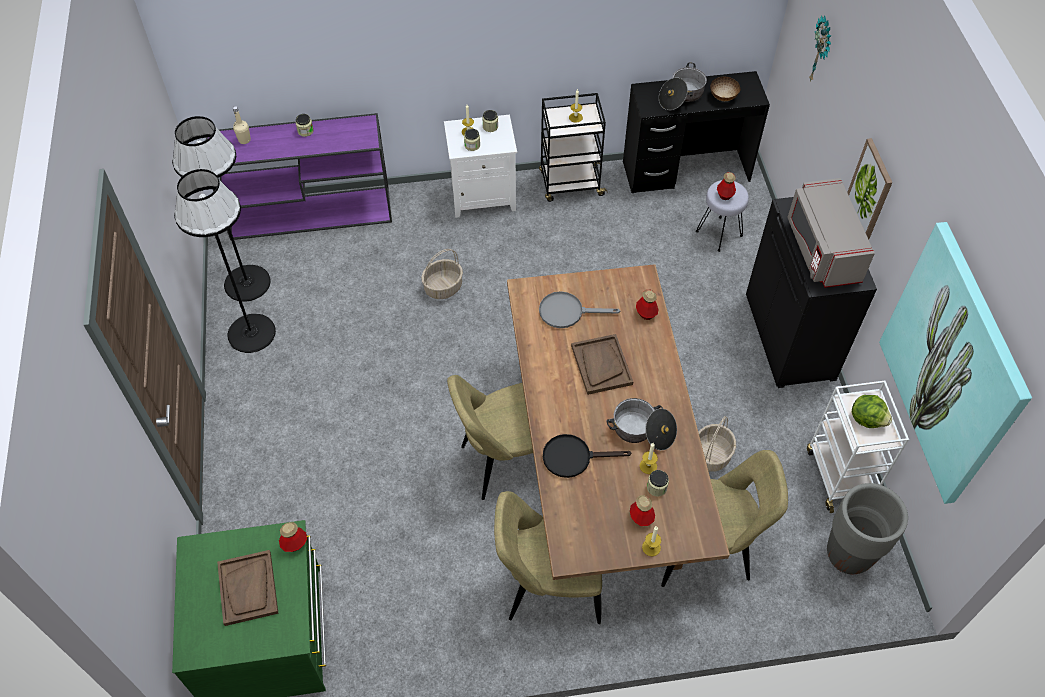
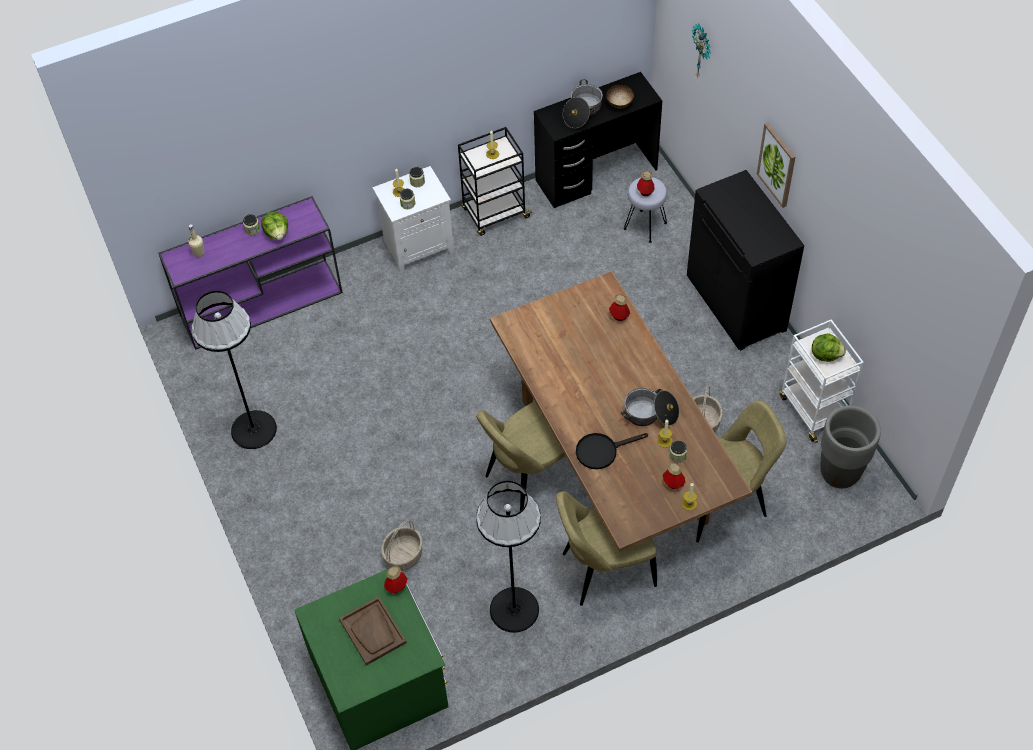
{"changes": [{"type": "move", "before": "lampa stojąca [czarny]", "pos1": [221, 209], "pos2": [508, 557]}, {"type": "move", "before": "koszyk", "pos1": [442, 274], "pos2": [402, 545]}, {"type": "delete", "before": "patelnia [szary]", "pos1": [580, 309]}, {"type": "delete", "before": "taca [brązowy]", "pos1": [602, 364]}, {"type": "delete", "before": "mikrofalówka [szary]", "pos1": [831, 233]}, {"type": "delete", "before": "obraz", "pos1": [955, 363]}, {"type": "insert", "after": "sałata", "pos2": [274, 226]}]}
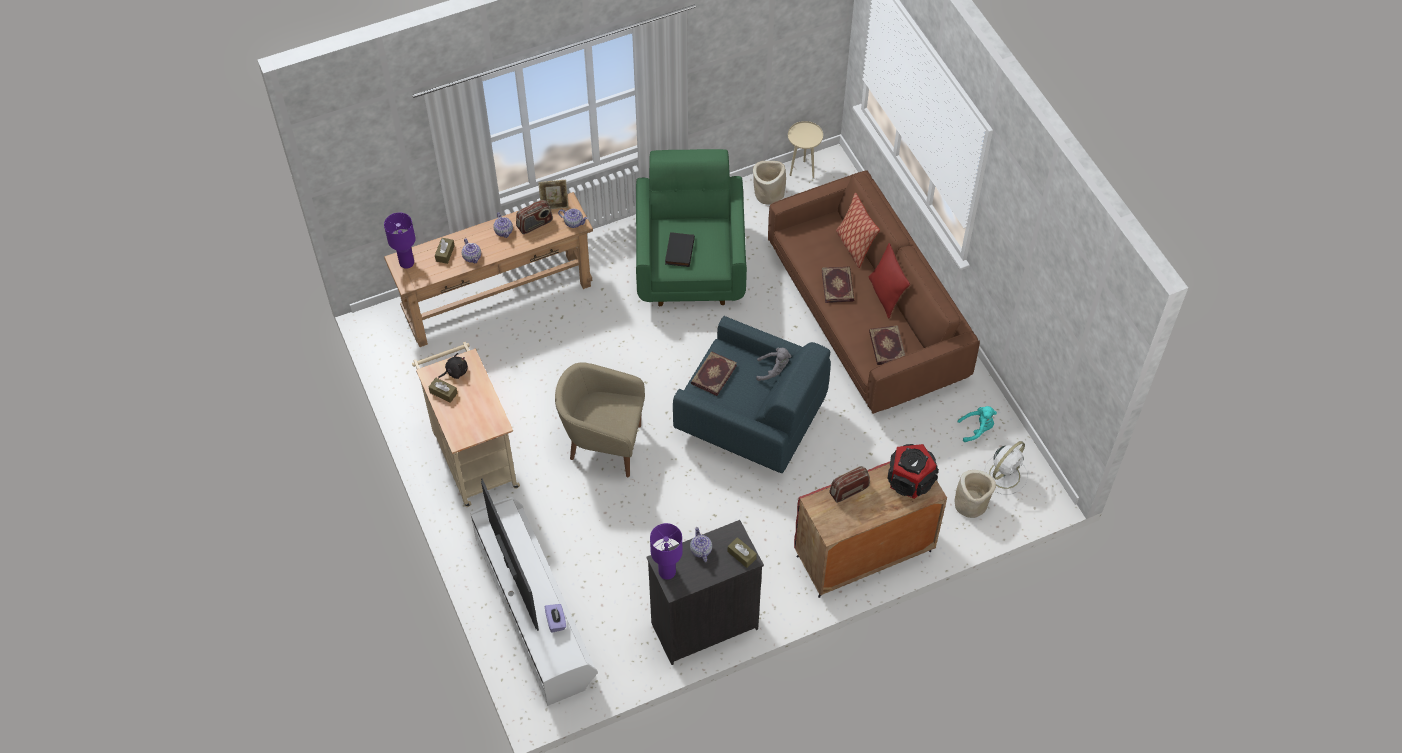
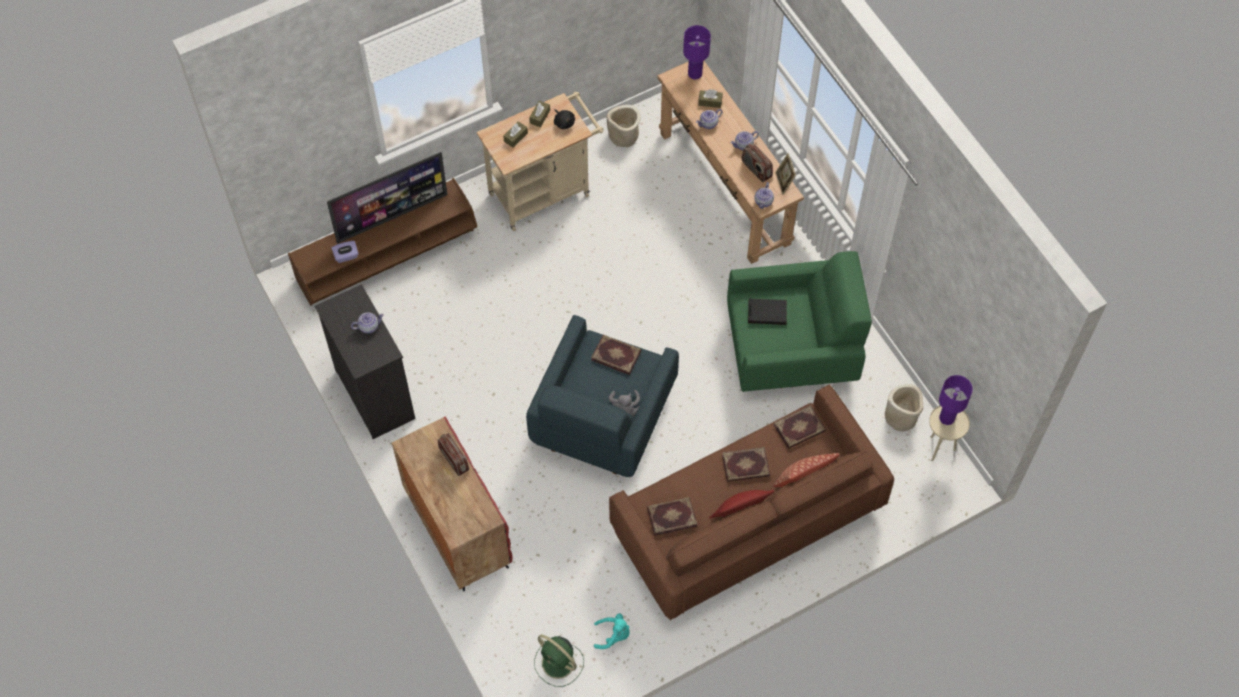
{"changes": [{"type": "recolor", "before": "szafka pod telewizor [biały]", "after": "szafka pod telewizor [brązowy]", "pos1": [534, 601], "pos2": [382, 242]}, {"type": "delete", "before": "fotel [beżowy]", "pos1": [600, 419]}, {"type": "move", "before": "lampa stołowa [fioletowy]", "pos1": [666, 551], "pos2": [956, 400]}, {"type": "move", "before": "pudełko chusteczek [brązowy]", "pos1": [742, 552], "pos2": [515, 134]}, {"type": "delete", "before": "głośnik", "pos1": [913, 471]}, {"type": "move", "before": "donica [beżowy]", "pos1": [975, 494], "pos2": [623, 126]}, {"type": "rotate", "before": "pluszak [turkusowy]", "pos1": [977, 424], "pos2": [612, 631], "turn": -75}, {"type": "recolor", "before": "wentylator [biały]", "after": "wentylator [zielony]", "pos1": [1006, 468], "pos2": [559, 660]}, {"type": "insert", "after": "książka", "pos2": [800, 427]}]}
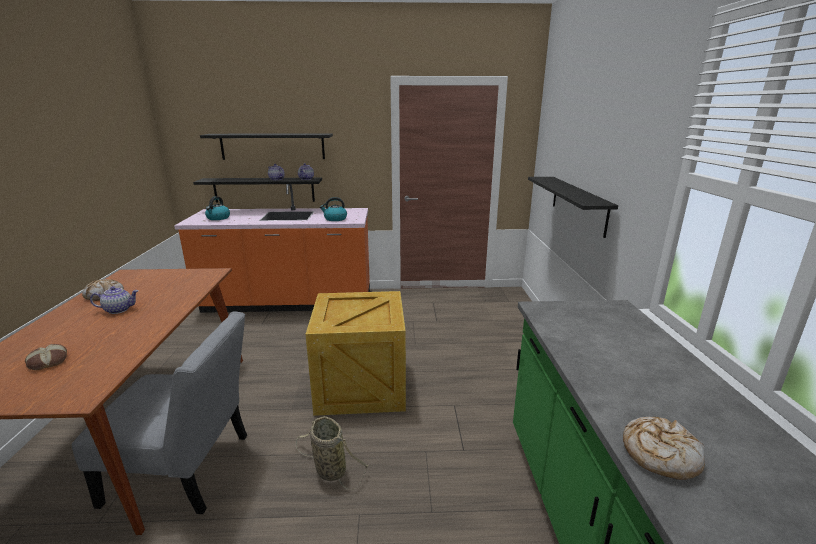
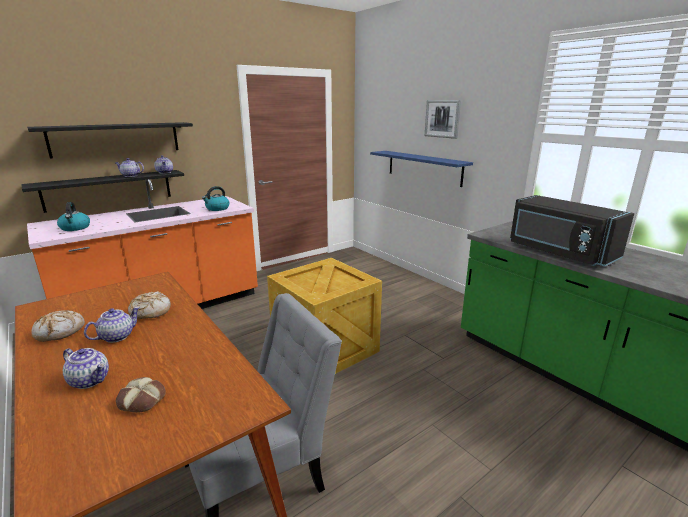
{"changes": [{"type": "delete", "before": "koszyk", "pos1": [332, 453]}, {"type": "recolor", "before": "półka [czarny]", "after": "półka [niebieski]", "pos1": [573, 207], "pos2": [421, 169]}, {"type": "move", "before": "chleb", "pos1": [664, 448], "pos2": [149, 305]}, {"type": "insert", "after": "imbryk", "pos2": [86, 368]}, {"type": "insert", "after": "obraz", "pos2": [443, 119]}, {"type": "insert", "after": "mikrofalówka [czarny]", "pos2": [572, 230]}]}
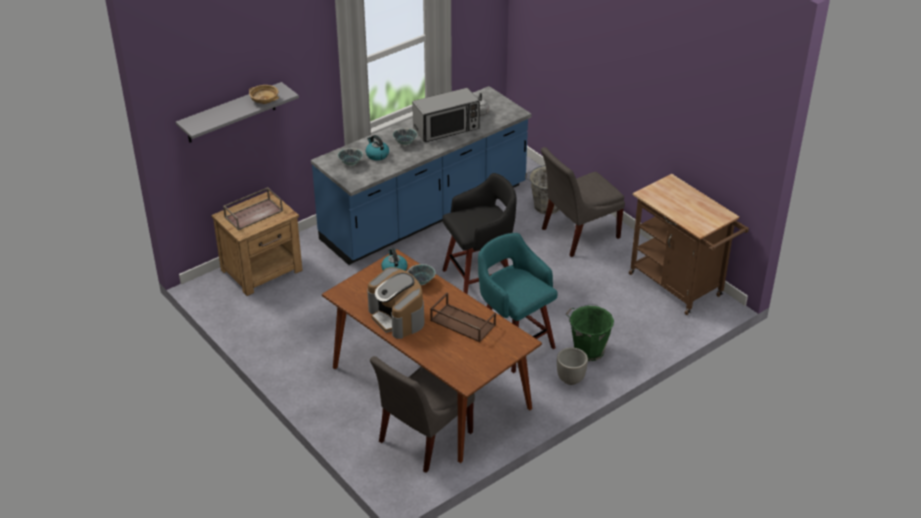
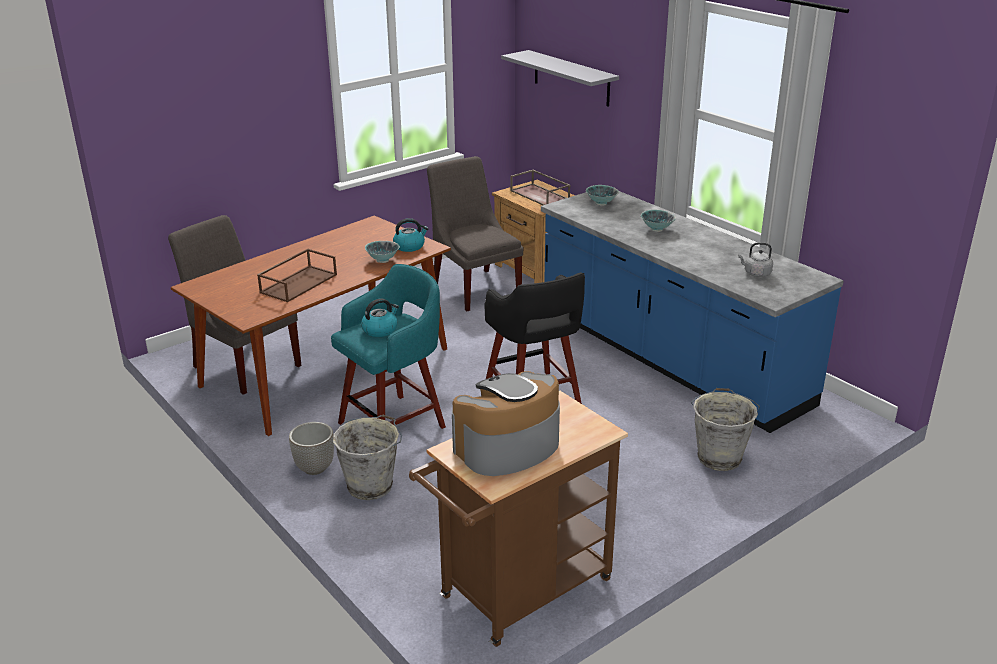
{"changes": [{"type": "delete", "before": "miska [beżowy]", "pos1": [264, 94]}, {"type": "move", "before": "czajnik", "pos1": [377, 148], "pos2": [380, 317]}, {"type": "move", "before": "ekspres do kawy", "pos1": [396, 303], "pos2": [506, 423]}, {"type": "delete", "before": "mikrofalówka", "pos1": [446, 115]}, {"type": "move", "before": "krzesło [szary]", "pos1": [583, 202], "pos2": [475, 233]}, {"type": "recolor", "before": "wiadro [zielony]", "after": "wiadro [szary]", "pos1": [590, 332], "pos2": [367, 457]}]}
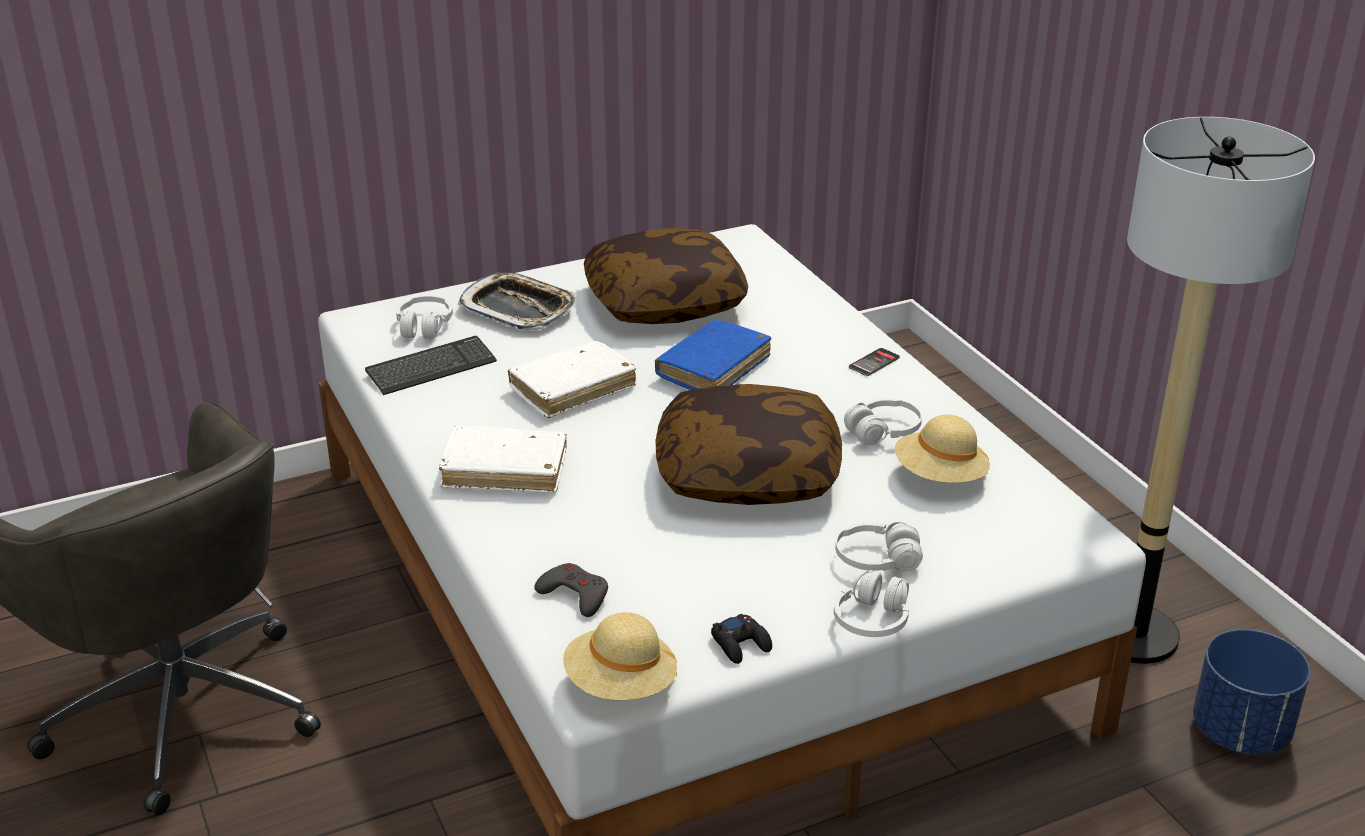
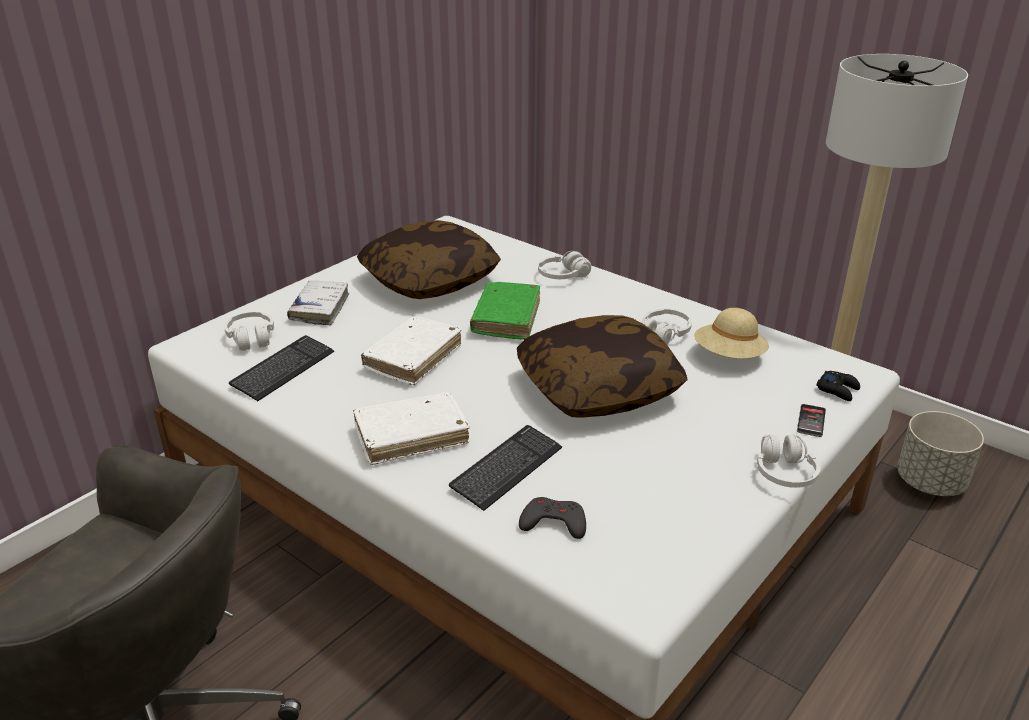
{"changes": [{"type": "replace", "before": "taca", "after": "książka [biały]", "pos1": [516, 301], "pos2": [318, 303]}, {"type": "delete", "before": "kapelusz [beżowy]", "pos1": [620, 656]}, {"type": "recolor", "before": "książka [niebieski]", "after": "książka [zielony]", "pos1": [713, 355], "pos2": [505, 311]}, {"type": "move", "before": "pad do gier [czarny]", "pos1": [741, 639], "pos2": [838, 386]}, {"type": "move", "before": "słuchawki [biały]", "pos1": [879, 547], "pos2": [564, 265]}, {"type": "move", "before": "telefon", "pos1": [874, 362], "pos2": [811, 420]}, {"type": "recolor", "before": "donica [niebieski]", "after": "donica [szary]", "pos1": [1251, 692], "pos2": [940, 453]}, {"type": "insert", "after": "klawiatura", "pos2": [505, 468]}]}
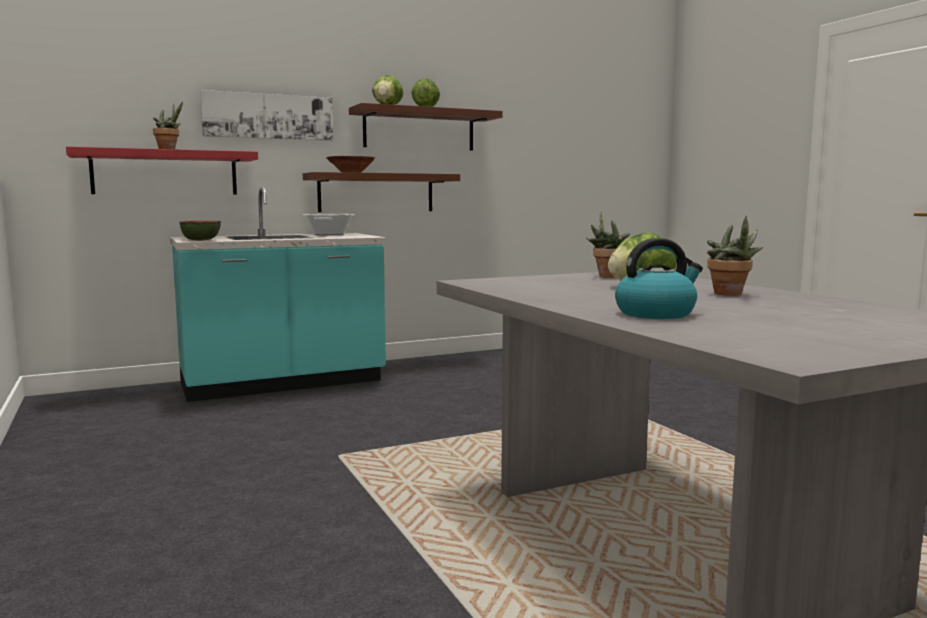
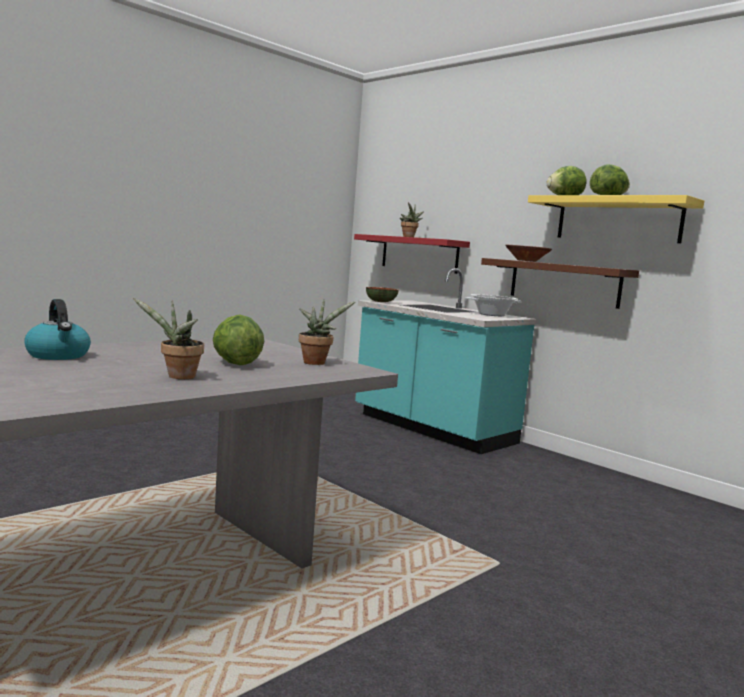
{"changes": [{"type": "delete", "before": "obraz", "pos1": [266, 115]}, {"type": "recolor", "before": "półka [brązowy]", "after": "półka [żółty]", "pos1": [426, 127], "pos2": [616, 219]}]}
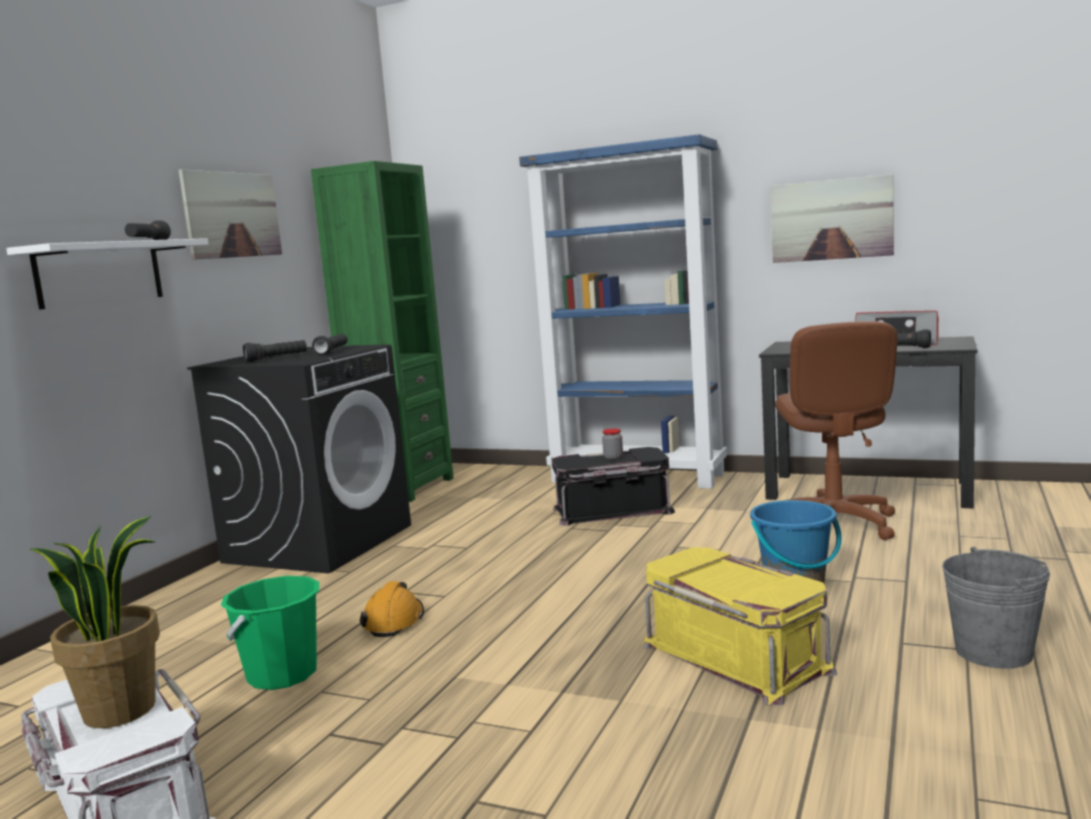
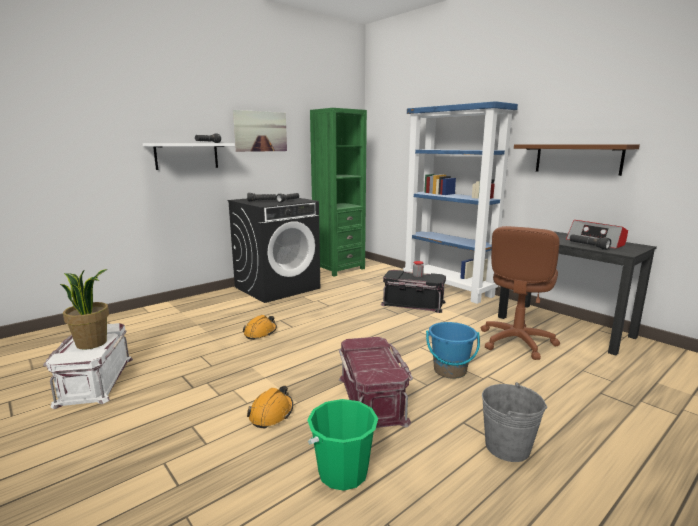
{"changes": [{"type": "move", "before": "wiadro [zielony]", "pos1": [270, 633], "pos2": [342, 445]}, {"type": "recolor", "before": "pojemnik do przechowywania [żółty]", "after": "pojemnik do przechowywania [czerwony]", "pos1": [740, 626], "pos2": [376, 382]}, {"type": "replace", "before": "obraz", "after": "półka [brązowy]", "pos1": [832, 218], "pos2": [577, 160]}, {"type": "insert", "after": "kask [pomarańczowy]", "pos2": [270, 407]}]}
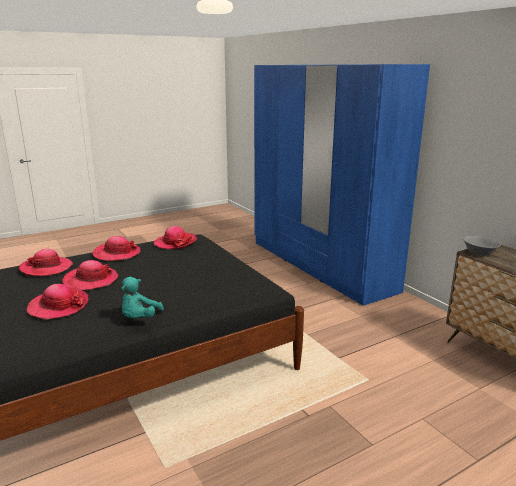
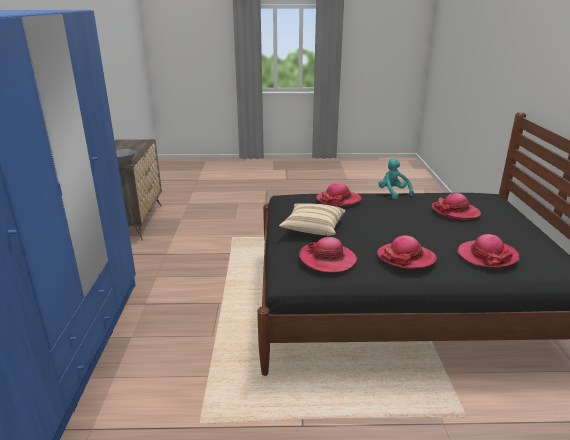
{"changes": [{"type": "move", "before": "kapelusz", "pos1": [90, 275], "pos2": [339, 194]}, {"type": "rotate", "before": "pluszak [turkusowy]", "pos1": [142, 297], "pos2": [396, 178], "turn": -75}, {"type": "insert", "after": "poduszka [beżowy]", "pos2": [312, 220]}]}
